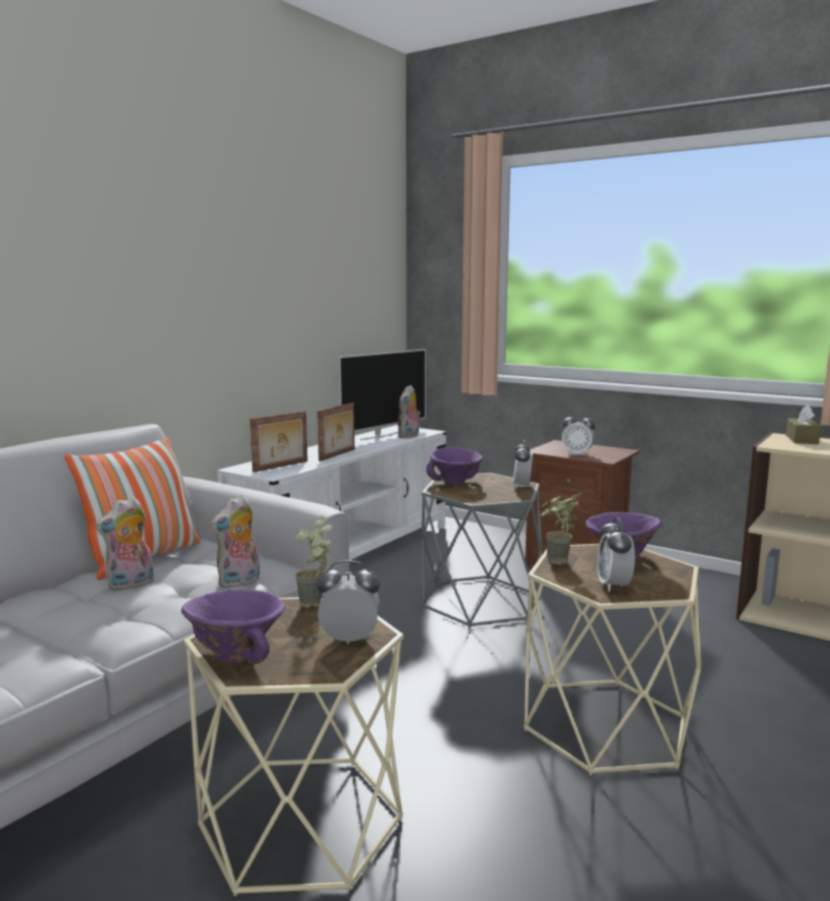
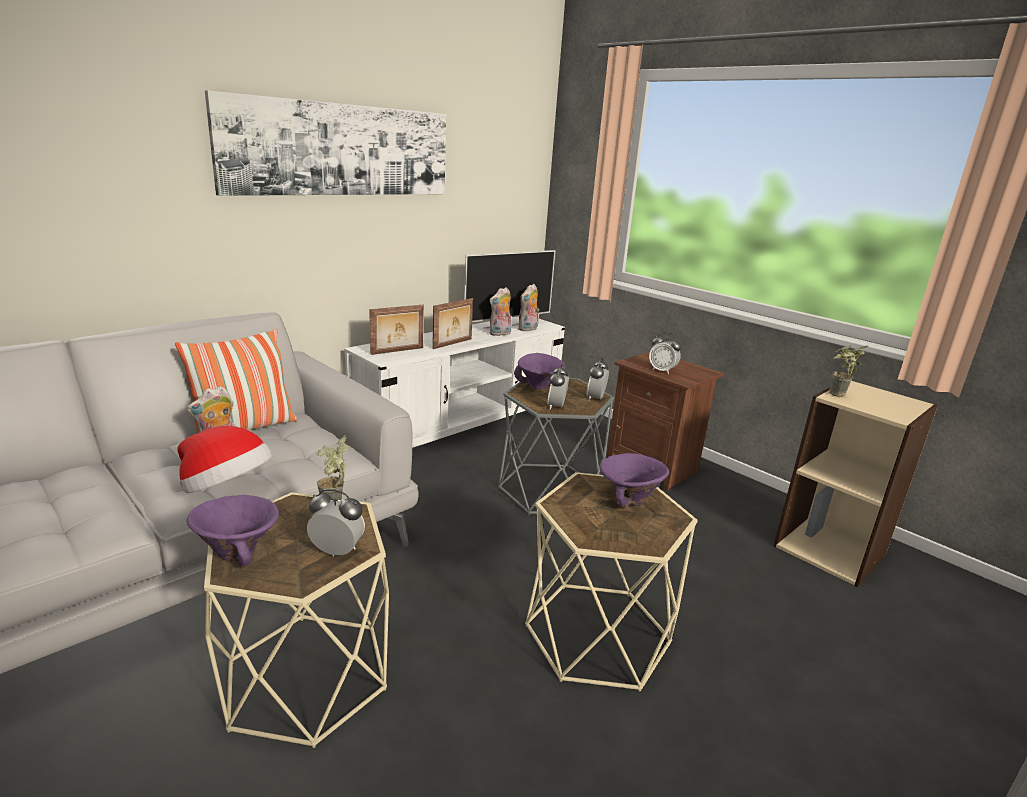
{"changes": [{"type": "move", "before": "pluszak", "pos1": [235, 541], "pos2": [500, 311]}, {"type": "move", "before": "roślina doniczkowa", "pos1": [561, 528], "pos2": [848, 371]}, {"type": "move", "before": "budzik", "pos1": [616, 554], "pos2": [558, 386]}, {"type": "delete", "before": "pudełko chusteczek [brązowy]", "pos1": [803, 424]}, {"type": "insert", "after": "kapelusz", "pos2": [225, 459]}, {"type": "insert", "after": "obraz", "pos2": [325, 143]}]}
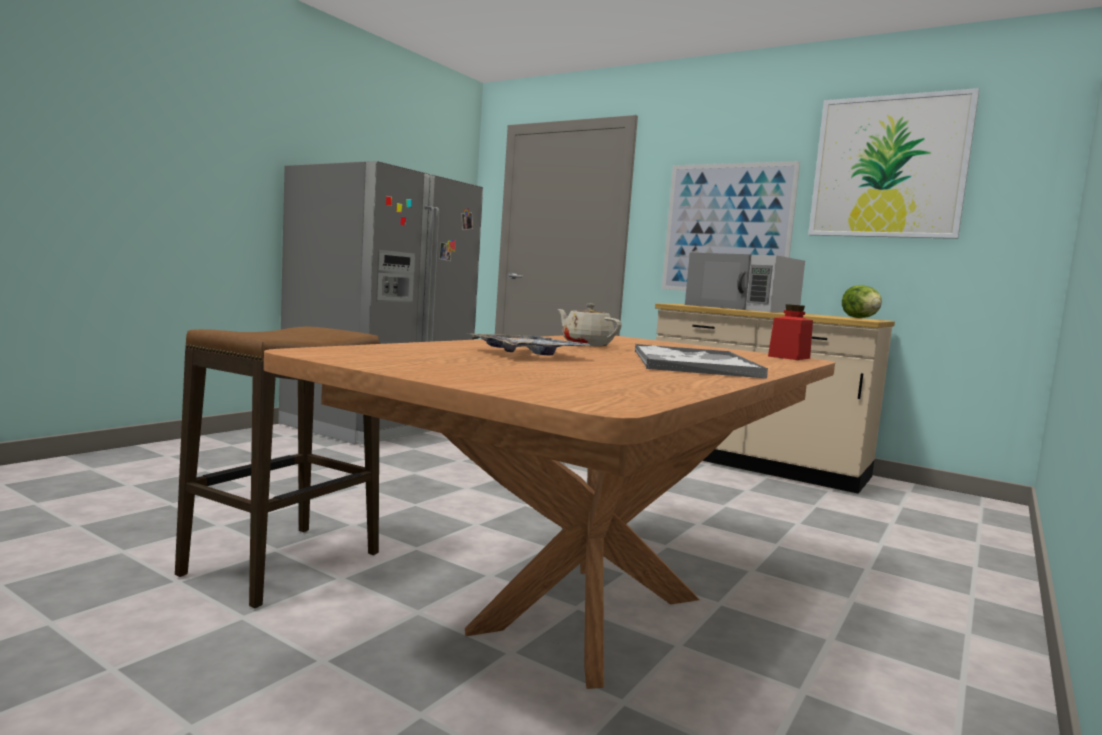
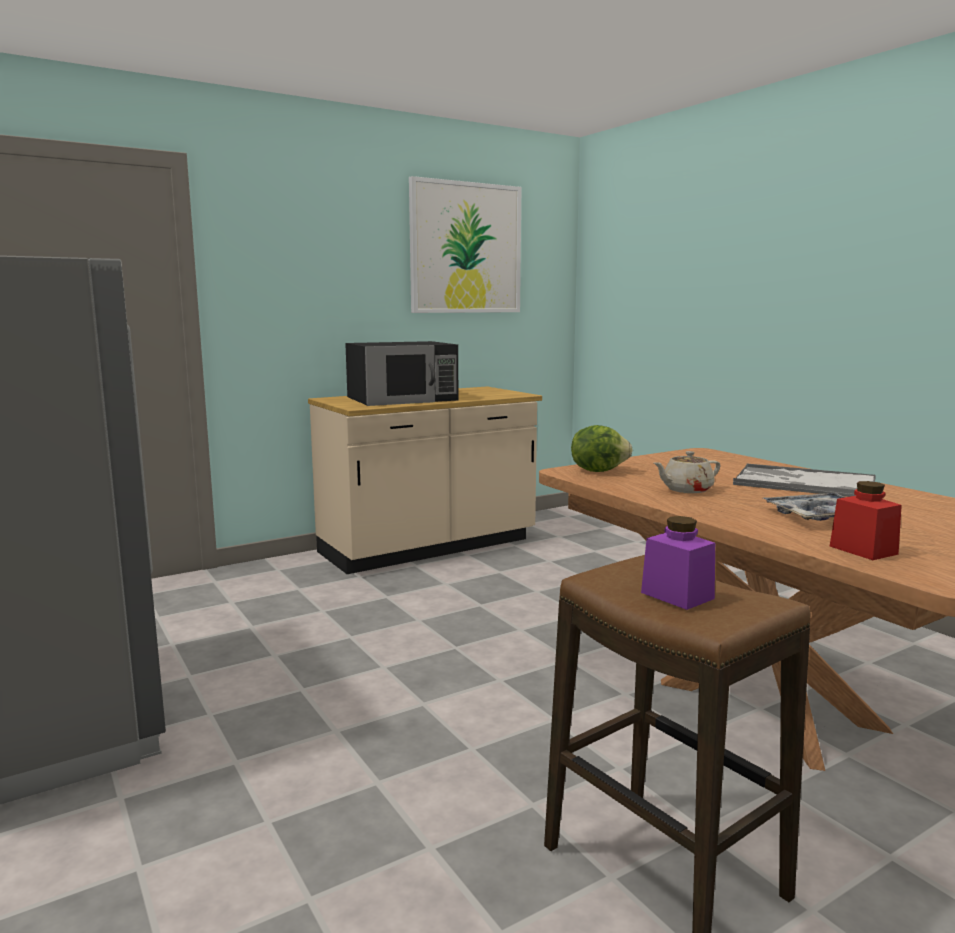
{"changes": [{"type": "delete", "before": "obraz", "pos1": [731, 226]}, {"type": "recolor", "before": "mikrofalówka [biały]", "after": "mikrofalówka [czarny]", "pos1": [745, 283], "pos2": [401, 373]}, {"type": "move", "before": "słoik [czerwony]", "pos1": [790, 332], "pos2": [866, 520]}, {"type": "move", "before": "sałata", "pos1": [862, 301], "pos2": [602, 448]}, {"type": "insert", "after": "słoik [fioletowy]", "pos2": [678, 563]}]}
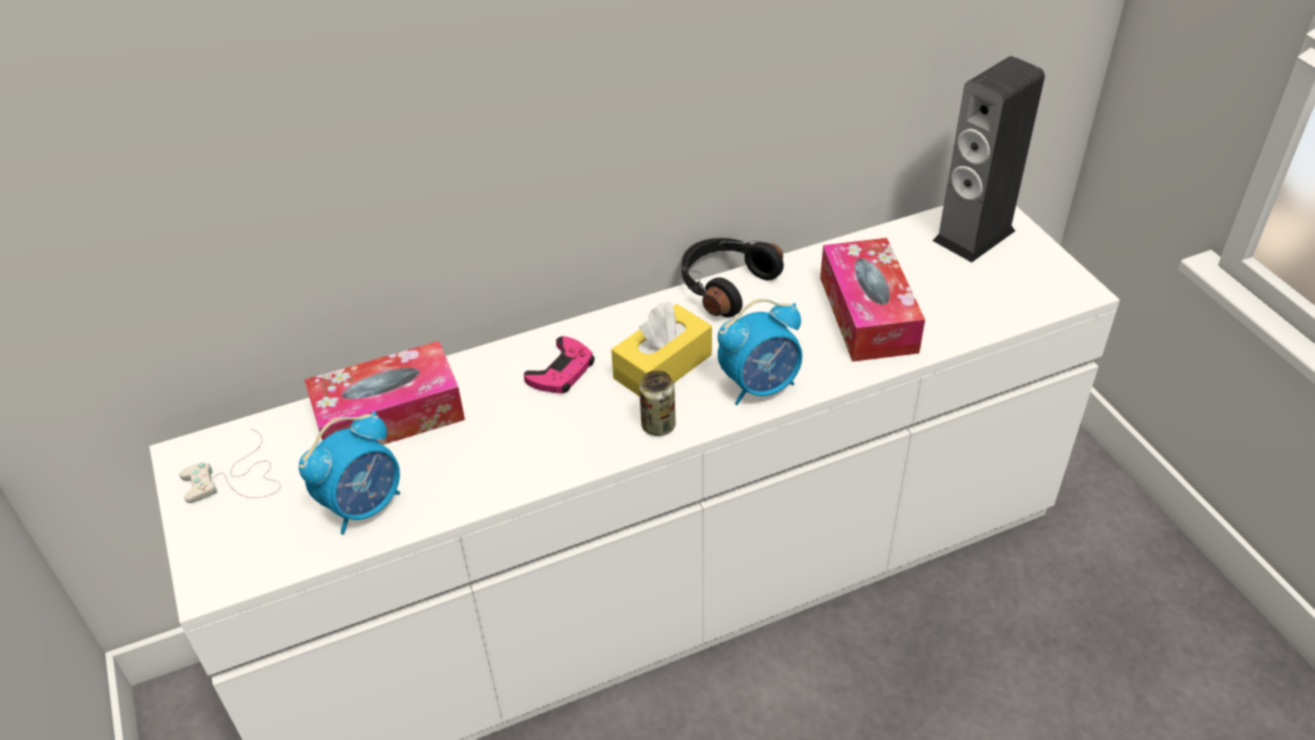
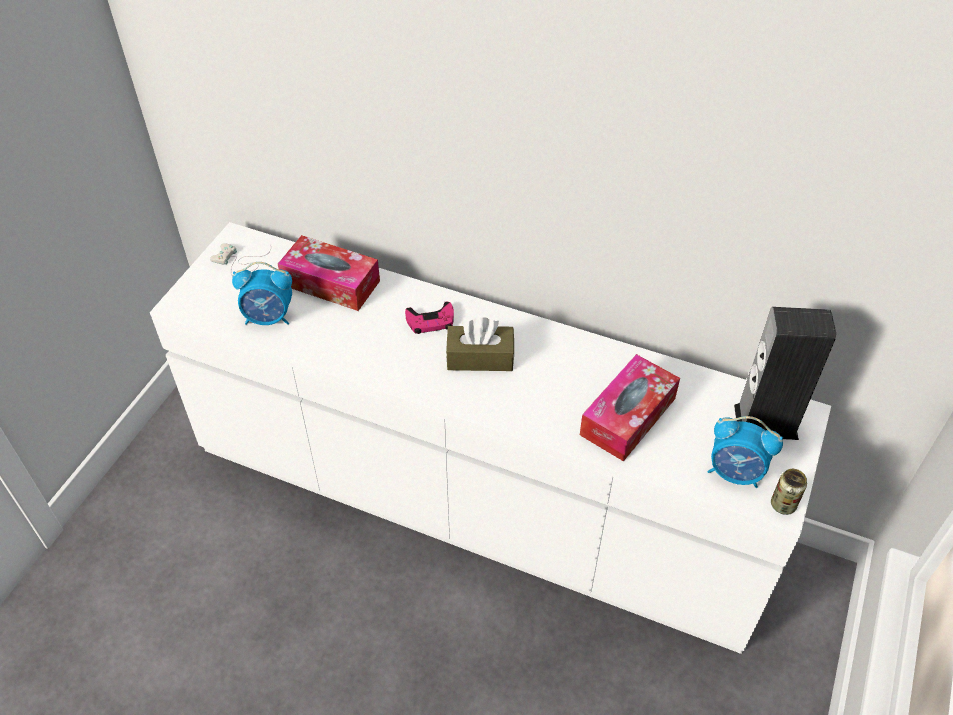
{"changes": [{"type": "recolor", "before": "pudełko chusteczek [żółty]", "after": "pudełko chusteczek [brązowy]", "pos1": [661, 349], "pos2": [480, 344]}, {"type": "move", "before": "puszka", "pos1": [657, 403], "pos2": [789, 492]}, {"type": "delete", "before": "słuchawki [czarny]", "pos1": [733, 278]}, {"type": "move", "before": "budzik", "pos1": [760, 352], "pos2": [745, 452]}]}
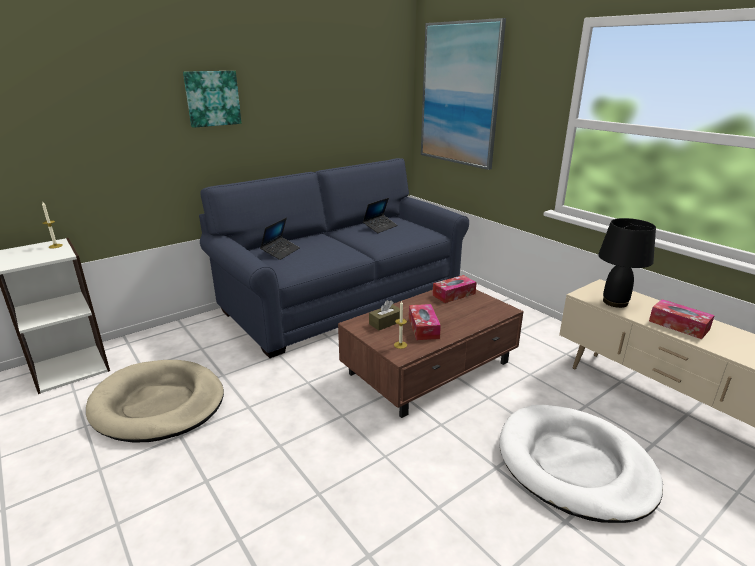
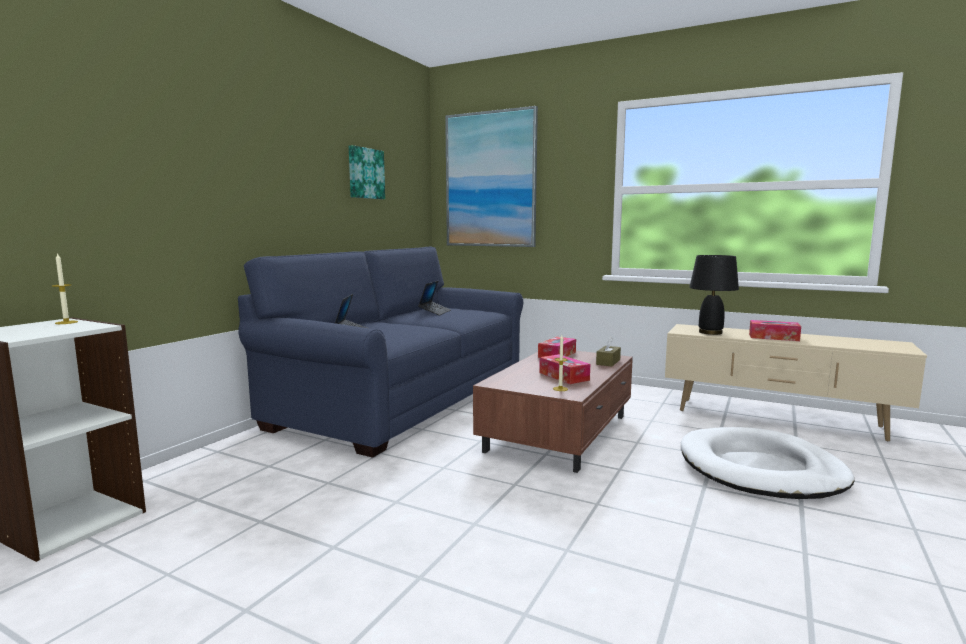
{"changes": [{"type": "delete", "before": "legowisko [beżowy]", "pos1": [155, 401]}, {"type": "move", "before": "obraz", "pos1": [212, 99], "pos2": [367, 172]}, {"type": "move", "before": "pudełko chusteczek [brązowy]", "pos1": [384, 315], "pos2": [608, 352]}]}
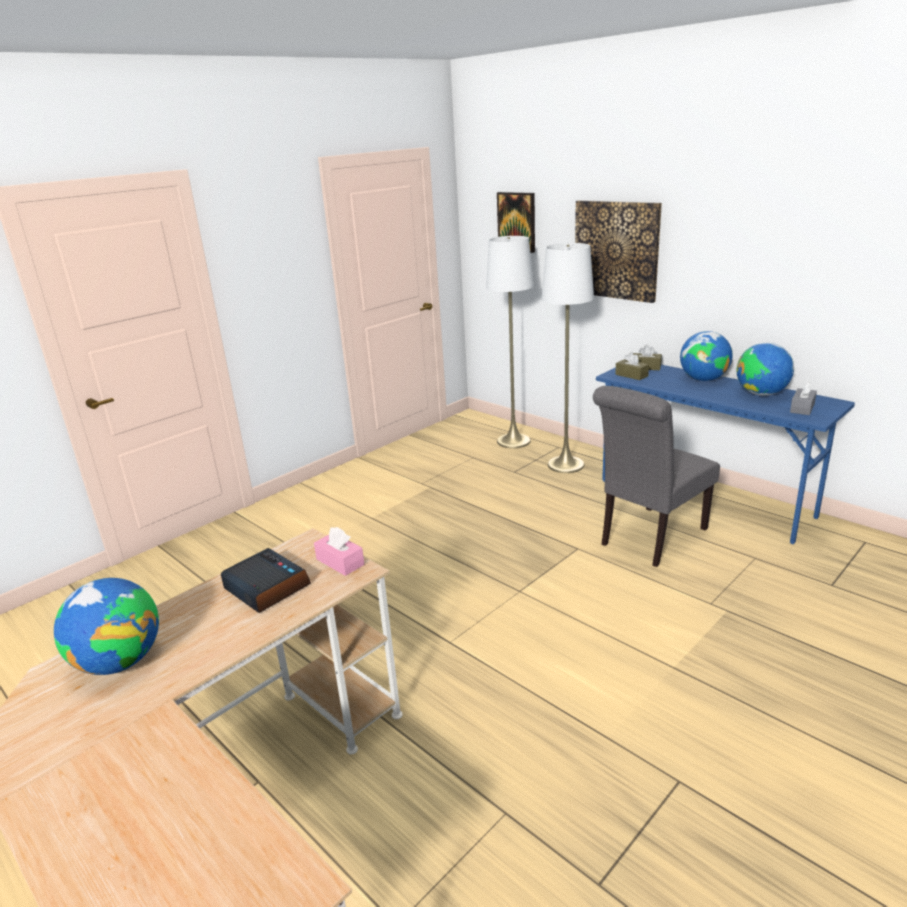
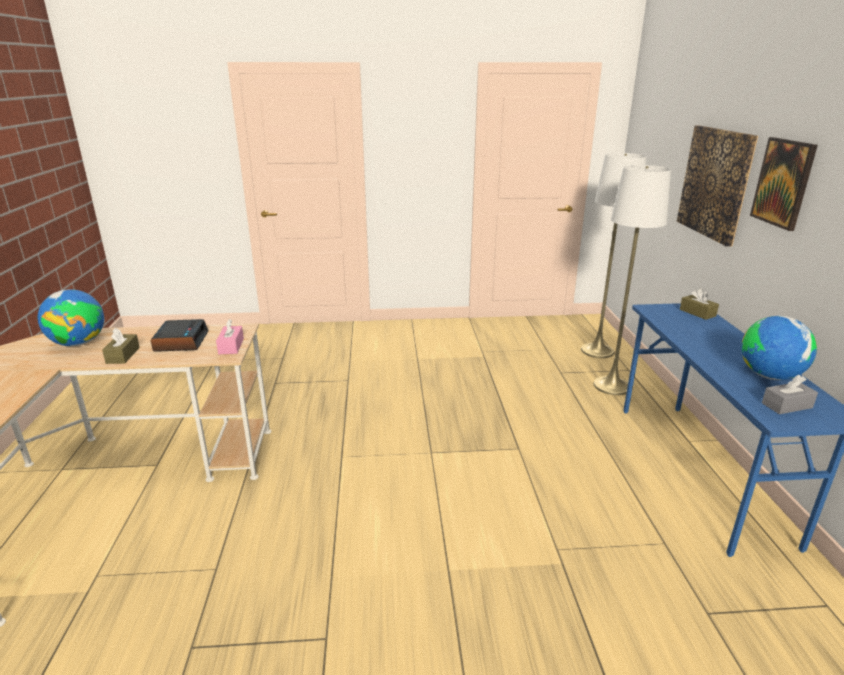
{"changes": [{"type": "move", "before": "obraz", "pos1": [516, 222], "pos2": [784, 184]}, {"type": "delete", "before": "krzesło [szary]", "pos1": [656, 476]}, {"type": "move", "before": "pudełko chusteczek [brązowy]", "pos1": [632, 366], "pos2": [121, 346]}, {"type": "delete", "before": "globus", "pos1": [706, 356]}]}
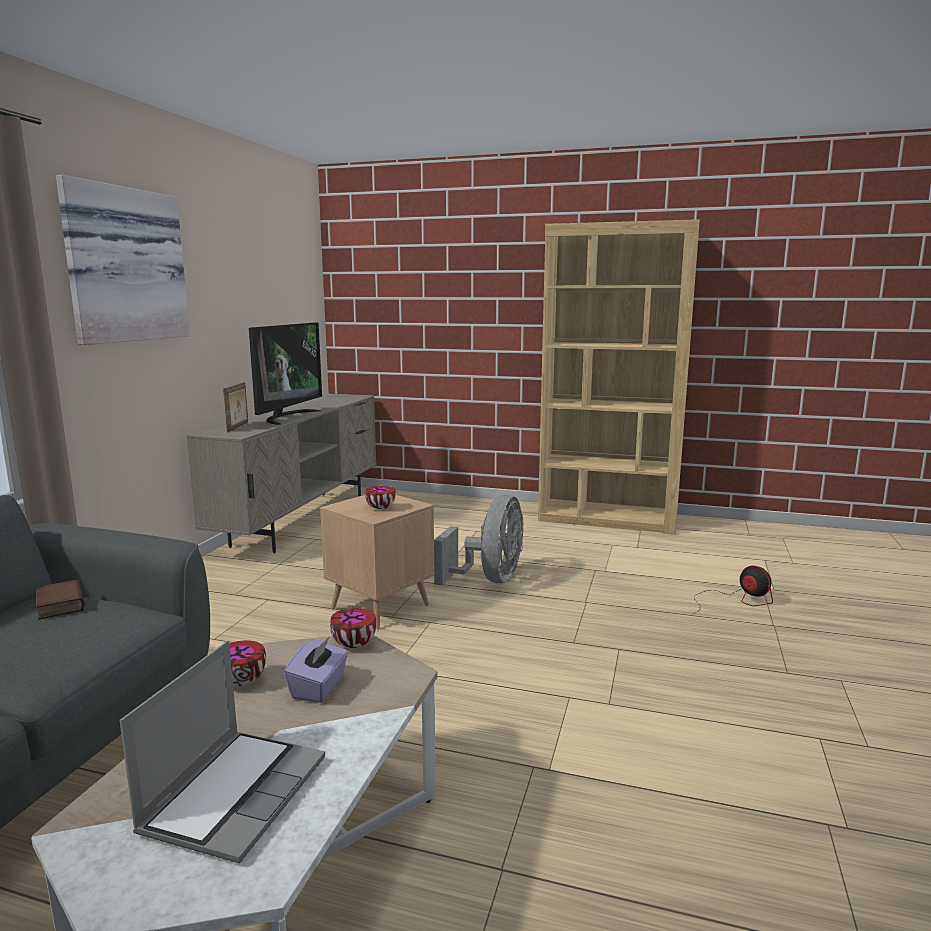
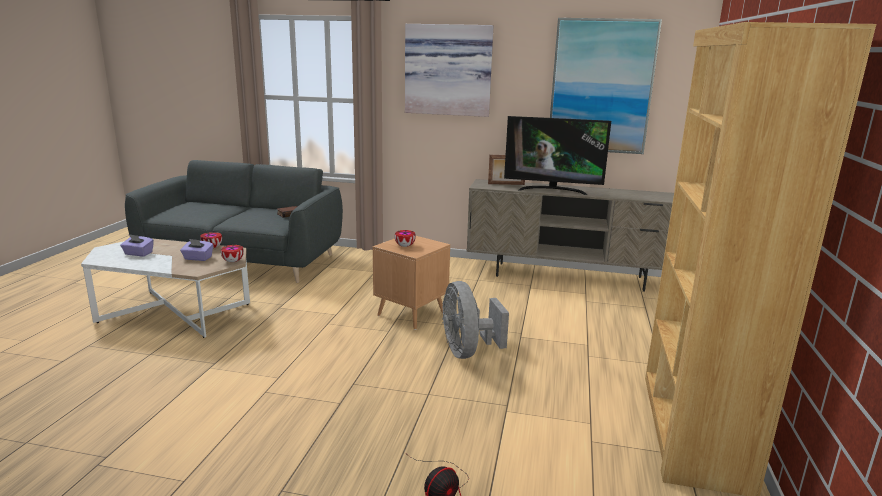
{"changes": [{"type": "replace", "before": "laptop", "after": "pudełko chusteczek [fioletowy]", "pos1": [222, 752], "pos2": [137, 245]}, {"type": "rotate", "before": "wentylator [szary]", "pos1": [479, 540], "pos2": [475, 320], "turn": 60}, {"type": "insert", "after": "obraz", "pos2": [606, 86]}]}
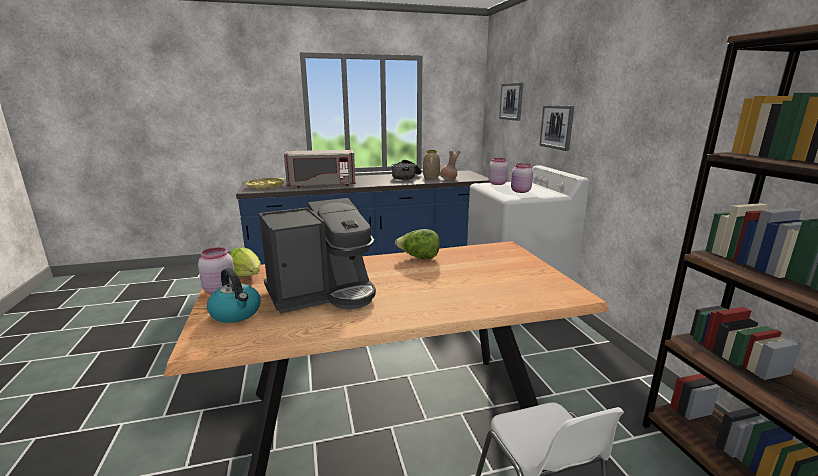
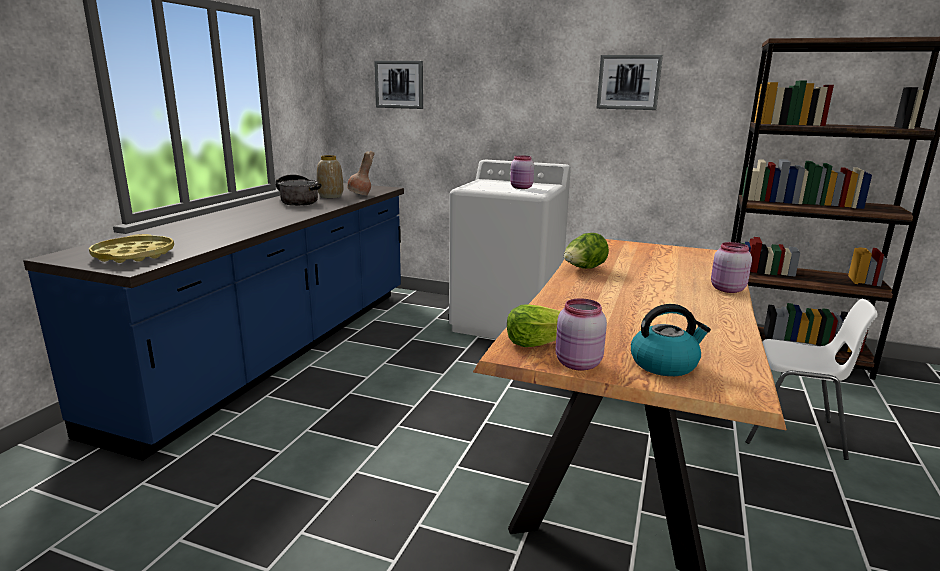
{"changes": [{"type": "delete", "before": "ekspres do kawy", "pos1": [317, 256]}, {"type": "delete", "before": "mikrofalówka [szary]", "pos1": [319, 169]}, {"type": "move", "before": "słoik [różowy]", "pos1": [498, 171], "pos2": [731, 267]}, {"type": "move", "before": "obraz", "pos1": [556, 128], "pos2": [629, 82]}]}
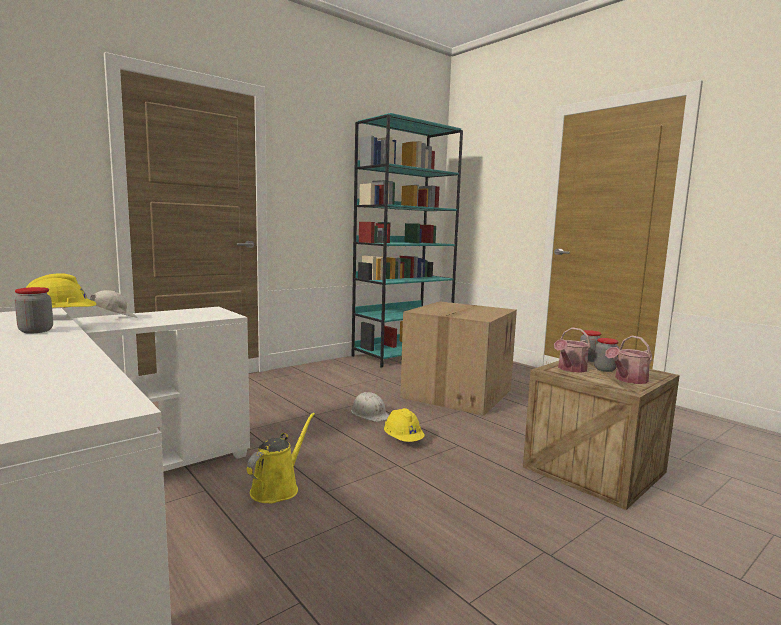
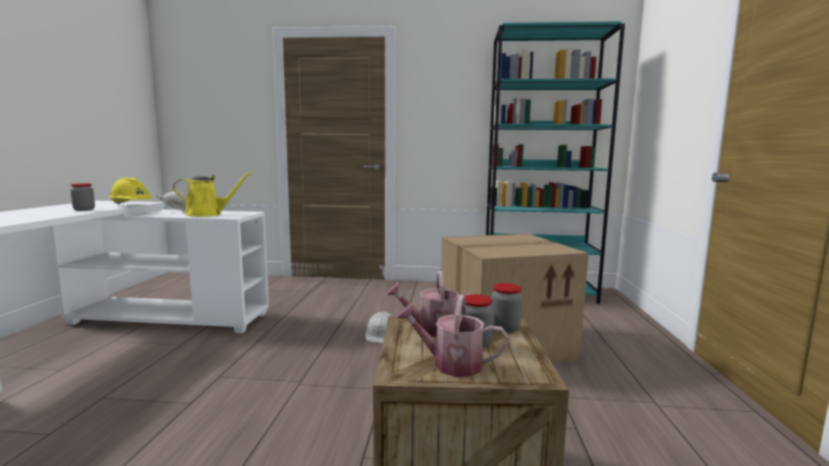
{"changes": [{"type": "move", "before": "konewka [żółty]", "pos1": [281, 458], "pos2": [212, 194]}, {"type": "delete", "before": "kask [żółty]", "pos1": [404, 425]}]}
